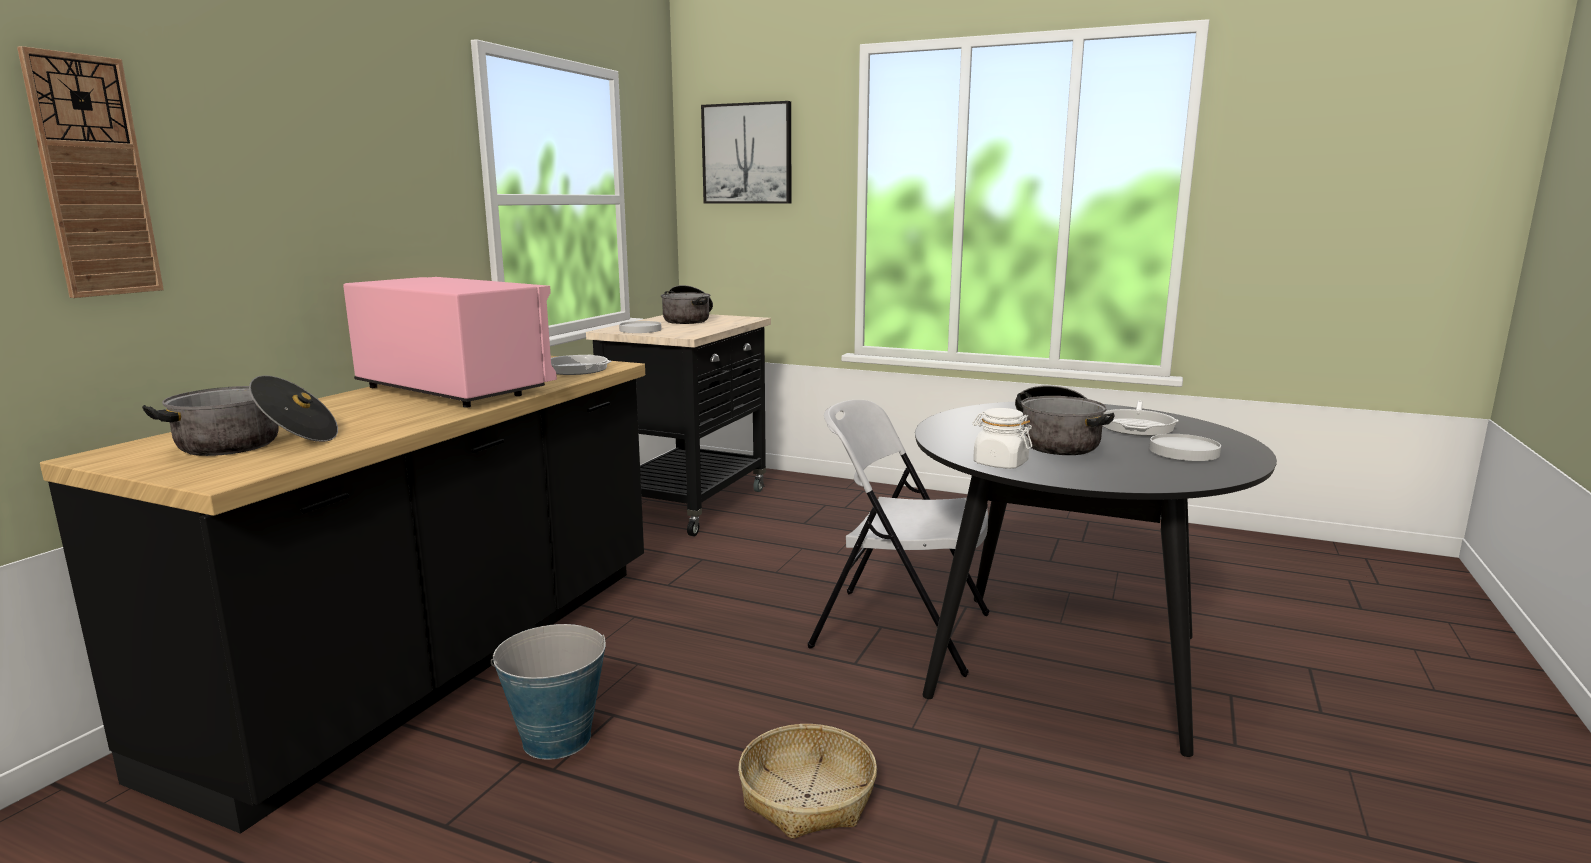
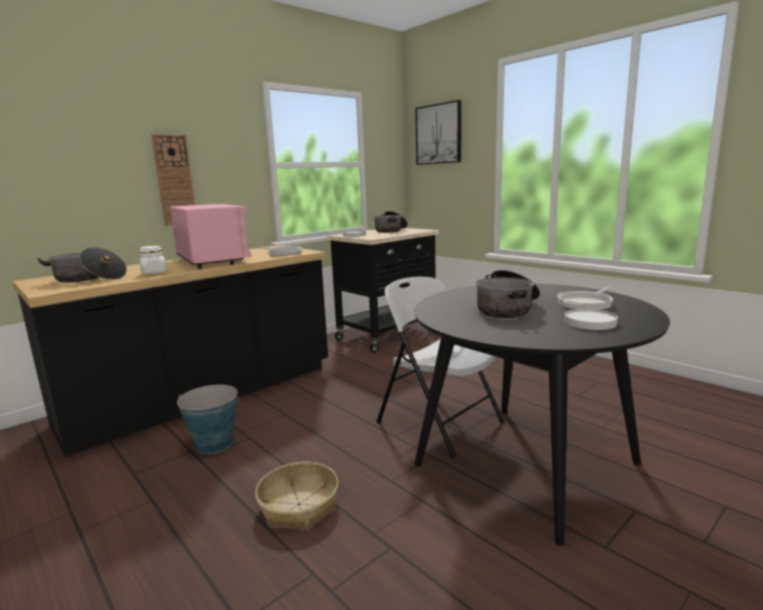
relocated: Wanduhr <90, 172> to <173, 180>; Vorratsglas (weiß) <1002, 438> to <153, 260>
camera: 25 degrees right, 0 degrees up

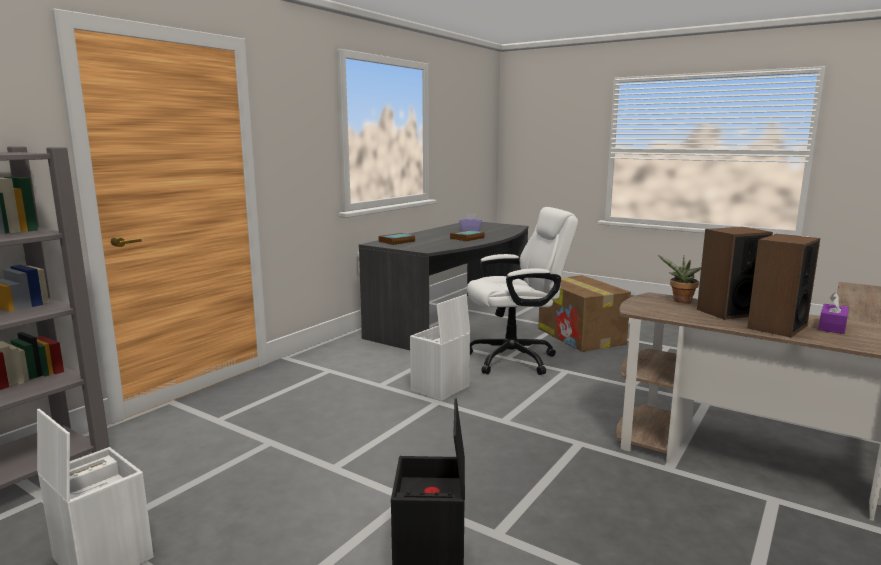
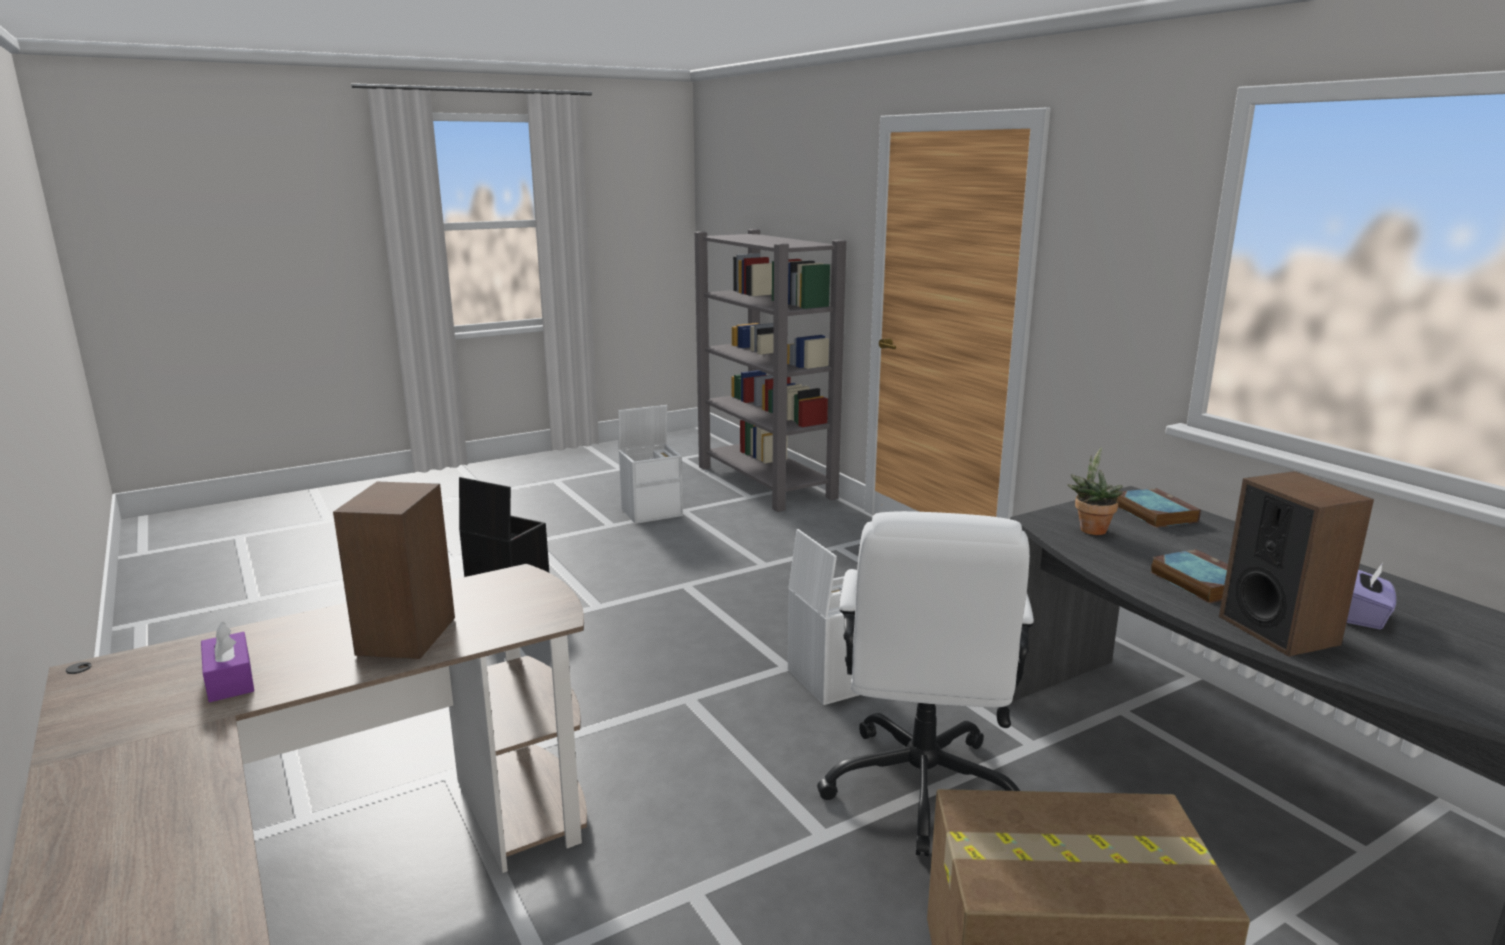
relocated: Topfpflanze <679, 279> to <1095, 491>; Lautsprecher <783, 286> to <1296, 564>
camera: 115 degrees right, 5 degrees up

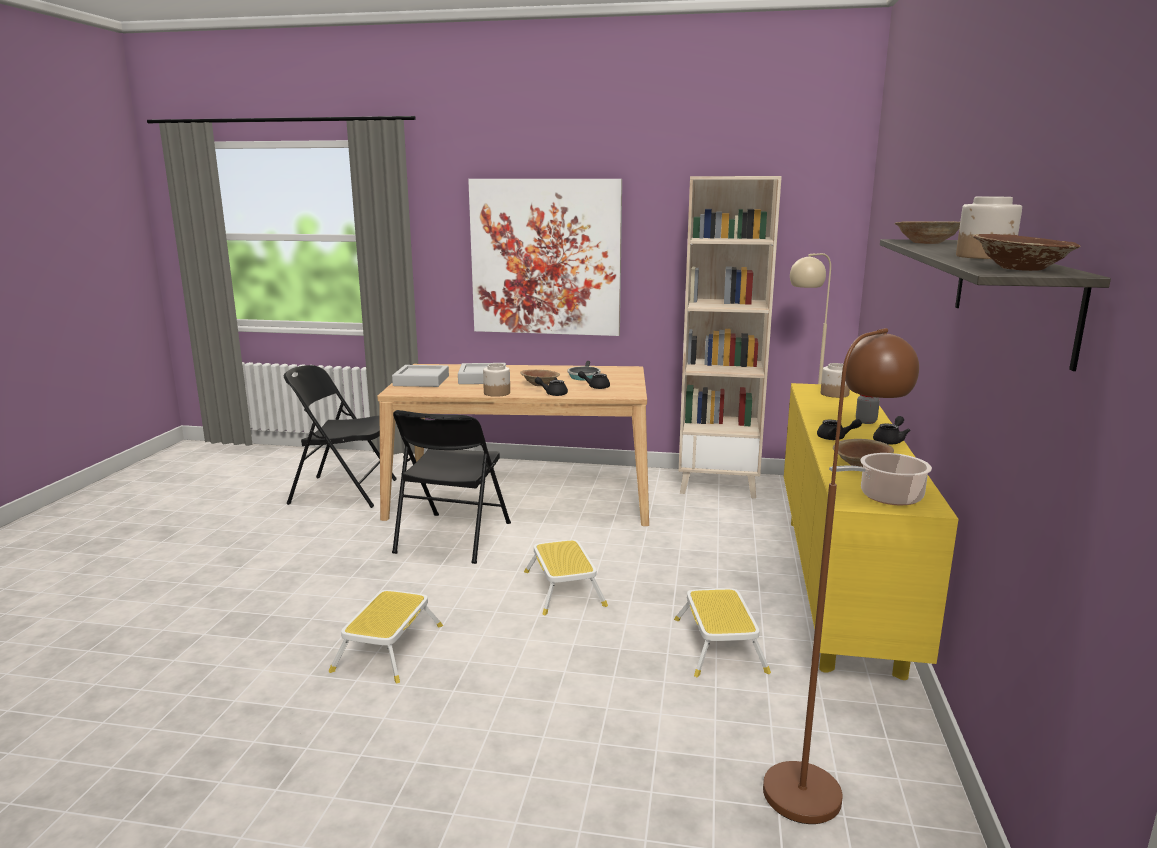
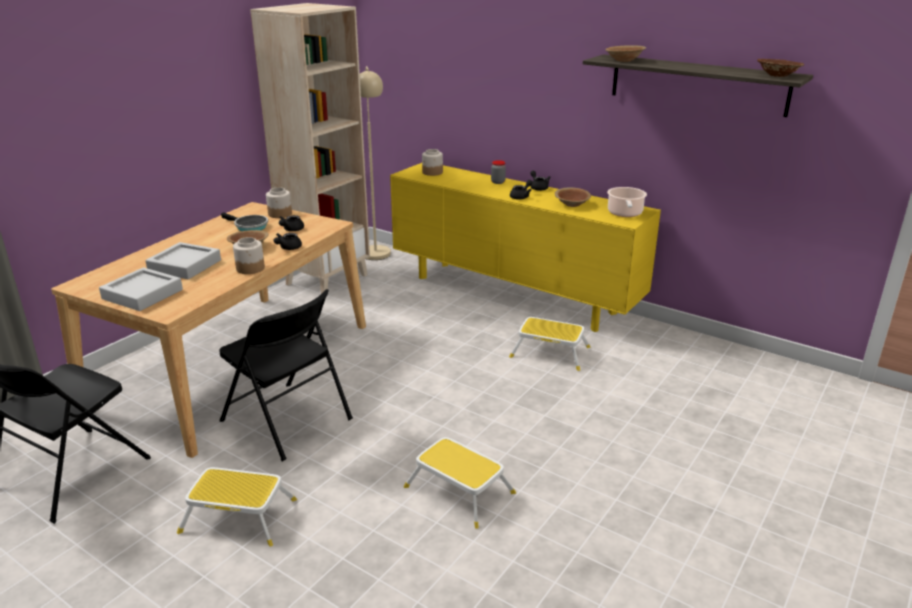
missing: Bild <545, 257>; Stehlampe (braun) <841, 576>
relocated: Trittleiter (gelb) <566, 577> to <237, 507>; Vorratsglas <989, 227> to <279, 202>
camera: 65 degrees left, 10 degrees up

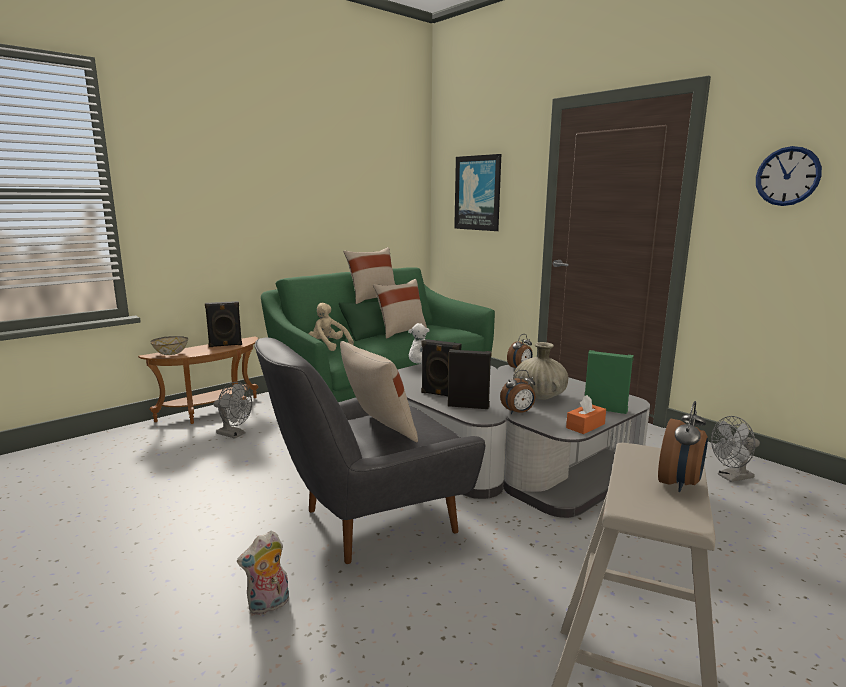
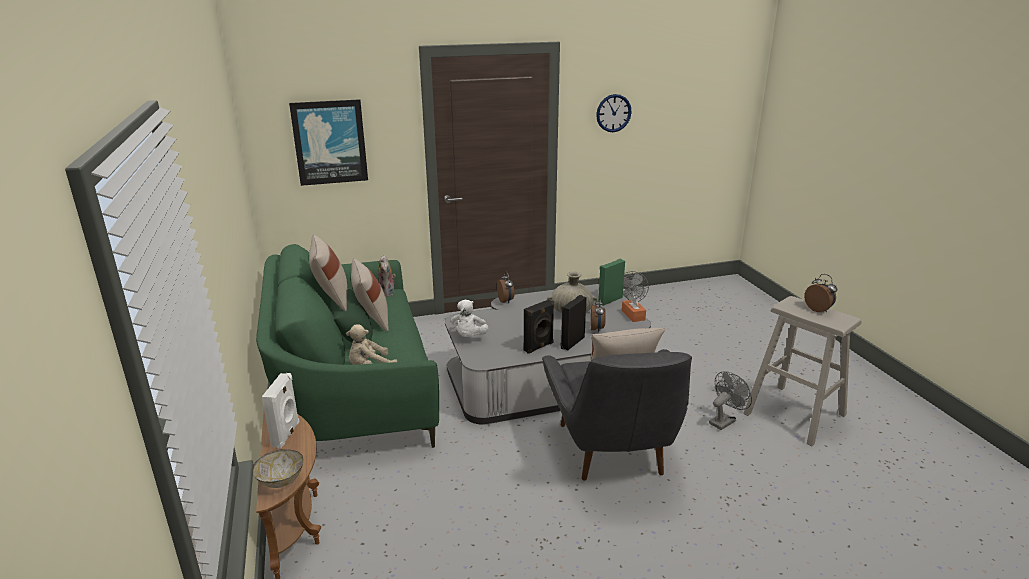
relocated: Ventilator (grau) <233, 410> to <730, 400>; Plüschtier <263, 573> to <387, 276>
colour: Lautsprecher (schwarz) <223, 324> to Lautsprecher (weiß) <281, 410>
camera: 65 degrees left, 10 degrees up

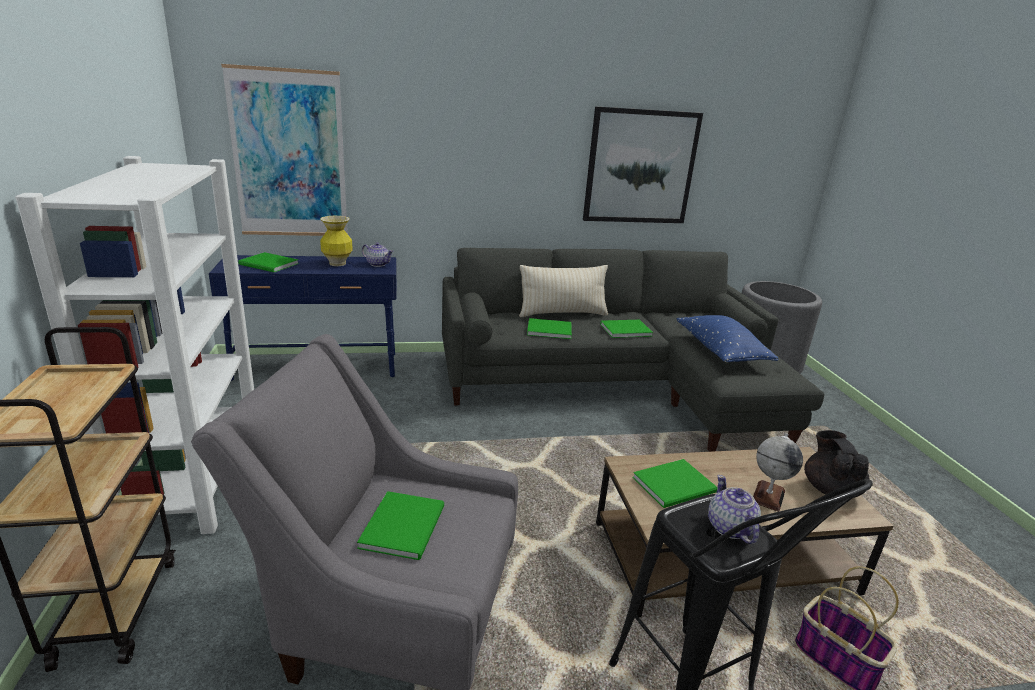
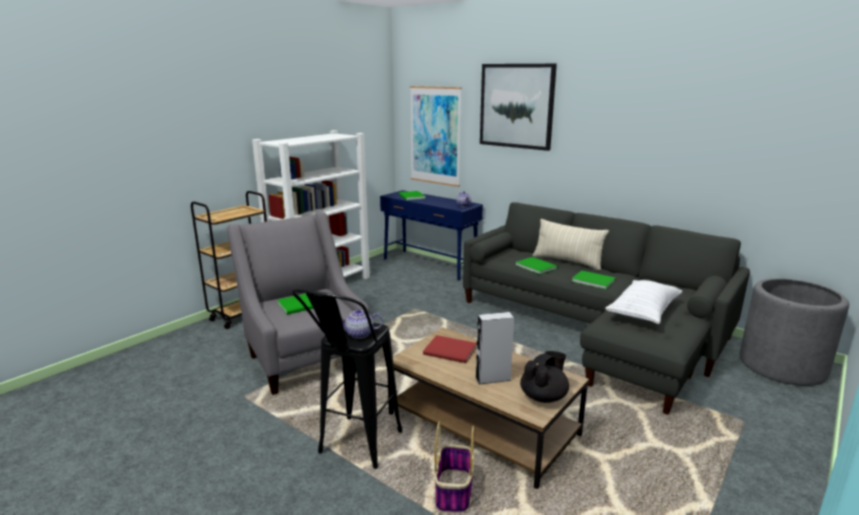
missing: Vase <336, 241>
relocated: Bild <643, 164> to <518, 107>
exchanged: Globus <778, 472> to Lautsprecher (grau) <494, 348>
colour: Buch (grün) <675, 483> to Buch (rot) <450, 349>; Kissen (blau) <728, 338> to Kissen (weiß) <643, 302>
spun: Teekanne <734, 509> = <362, 324> 135 degrees counterclockwise
camera: 50 degrees right, 5 degrees down

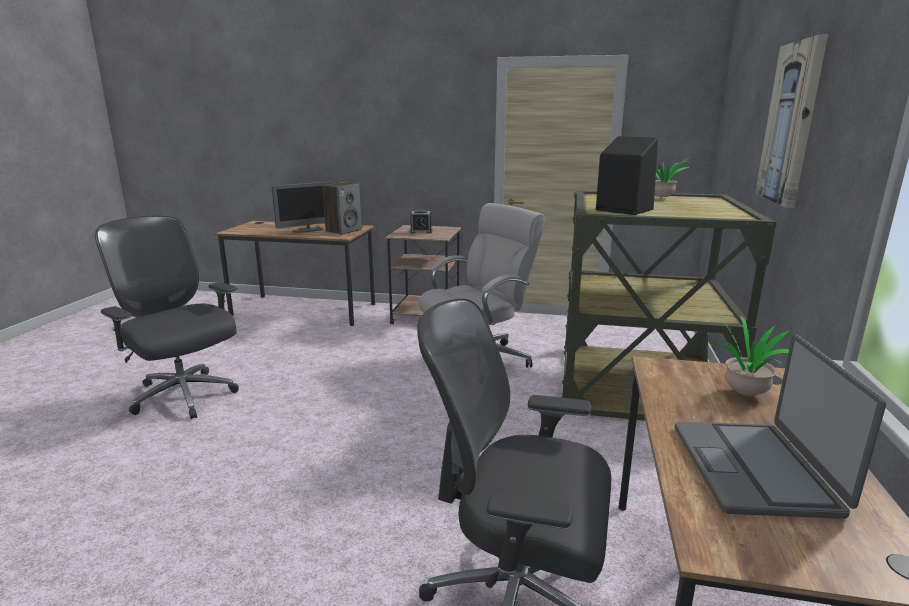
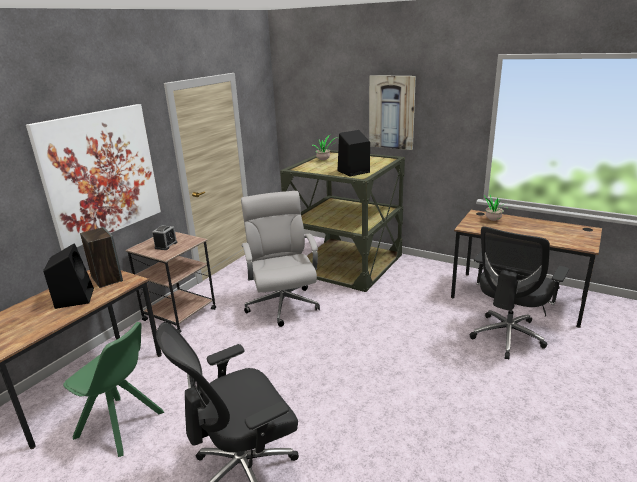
missing: Laptop <780, 426>
appeared: Bild <93, 177>; Stuhl (grün) <113, 389>
exchanged: Monitor <303, 207> to Lautsprecher (schwarz) <68, 276>
camera: 70 degrees left, 5 degrees up

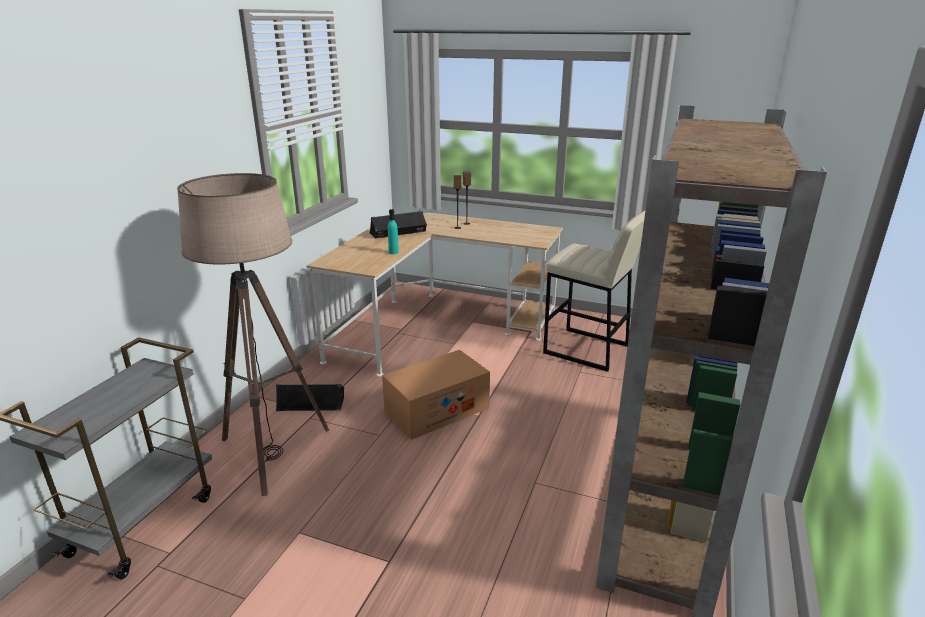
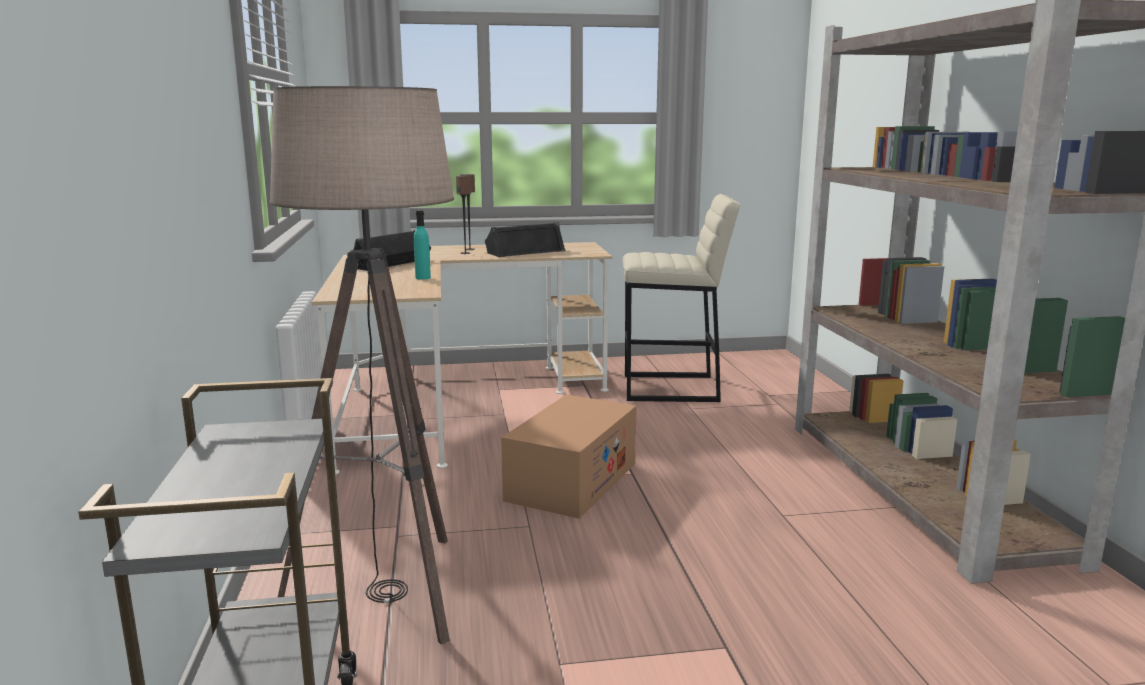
relocated: Lautsprecher (schwarz) <310, 397> to <525, 239>
camera: 30 degrees left, 10 degrees down

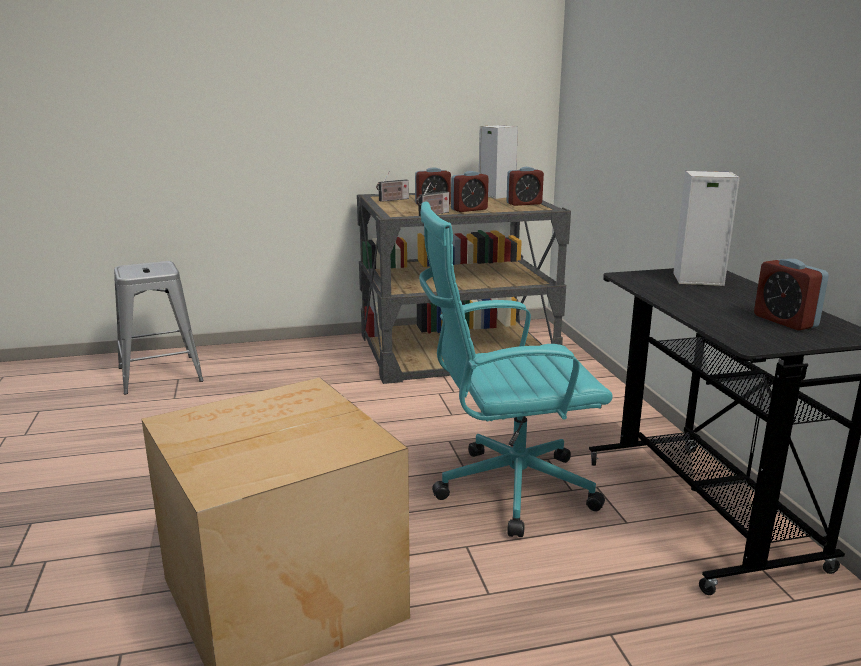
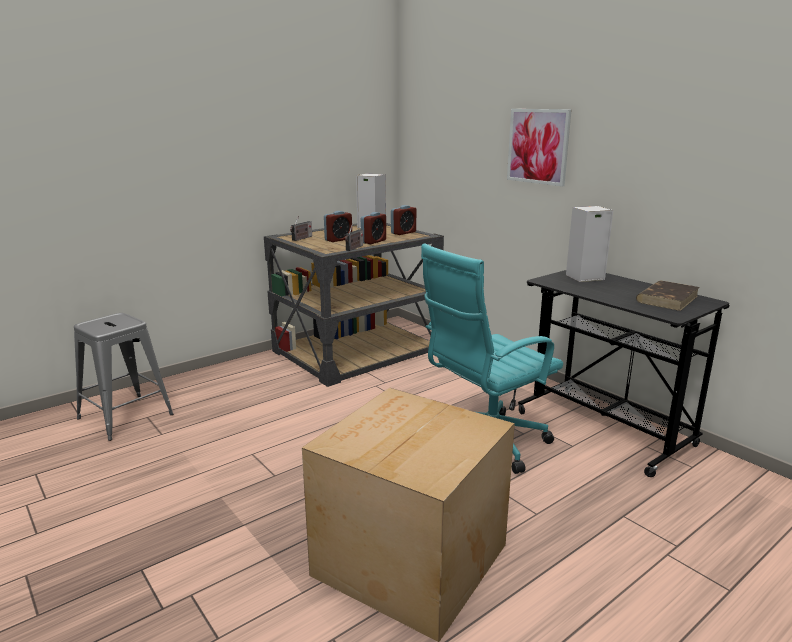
appeared: Bild <539, 147>
exchanged: Wecker <791, 294> to Buch (braun) <668, 296>
camera: 25 degrees left, 0 degrees up

